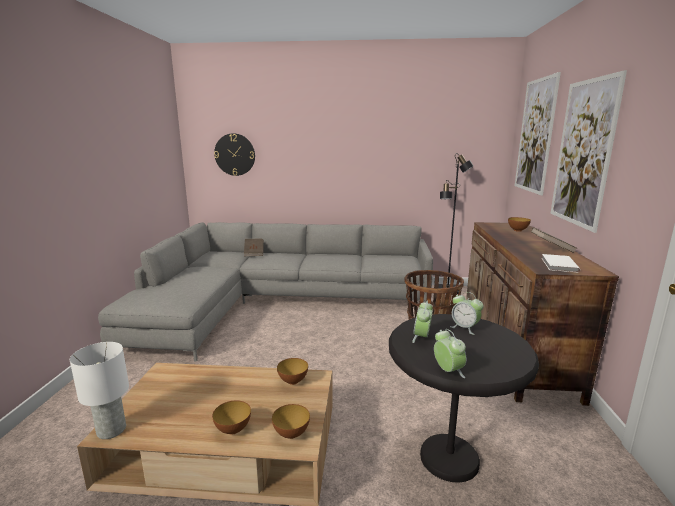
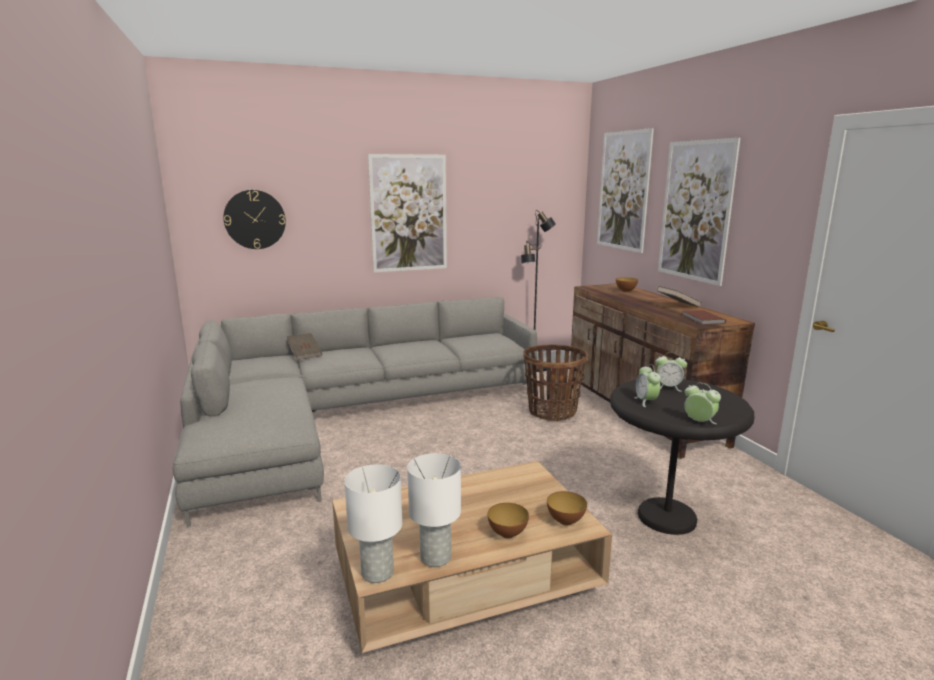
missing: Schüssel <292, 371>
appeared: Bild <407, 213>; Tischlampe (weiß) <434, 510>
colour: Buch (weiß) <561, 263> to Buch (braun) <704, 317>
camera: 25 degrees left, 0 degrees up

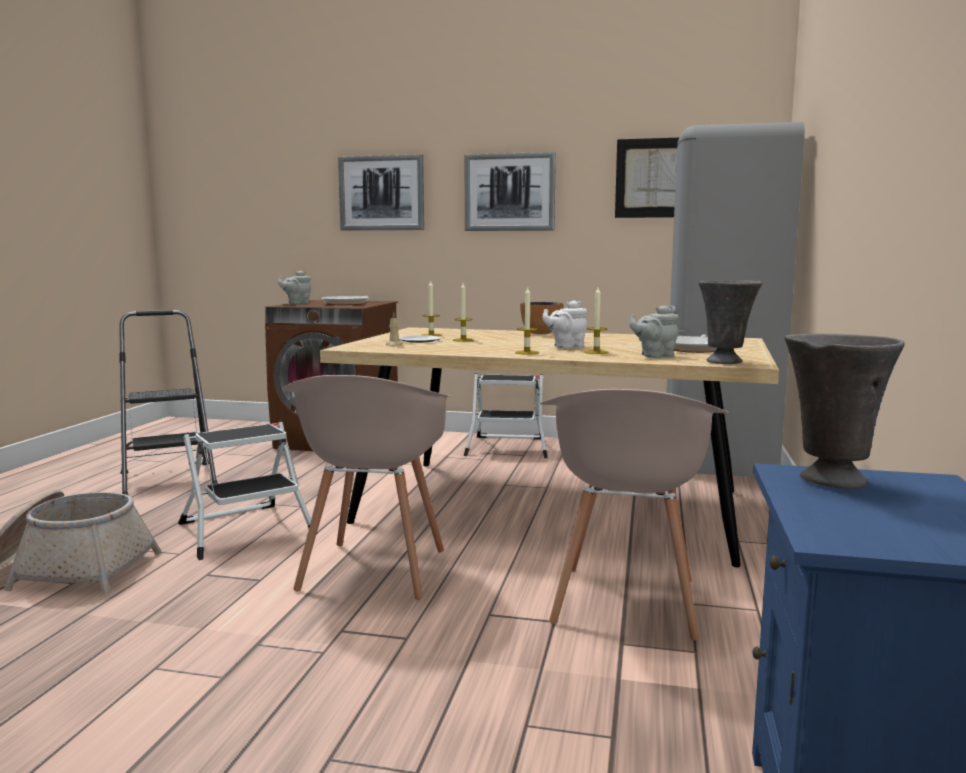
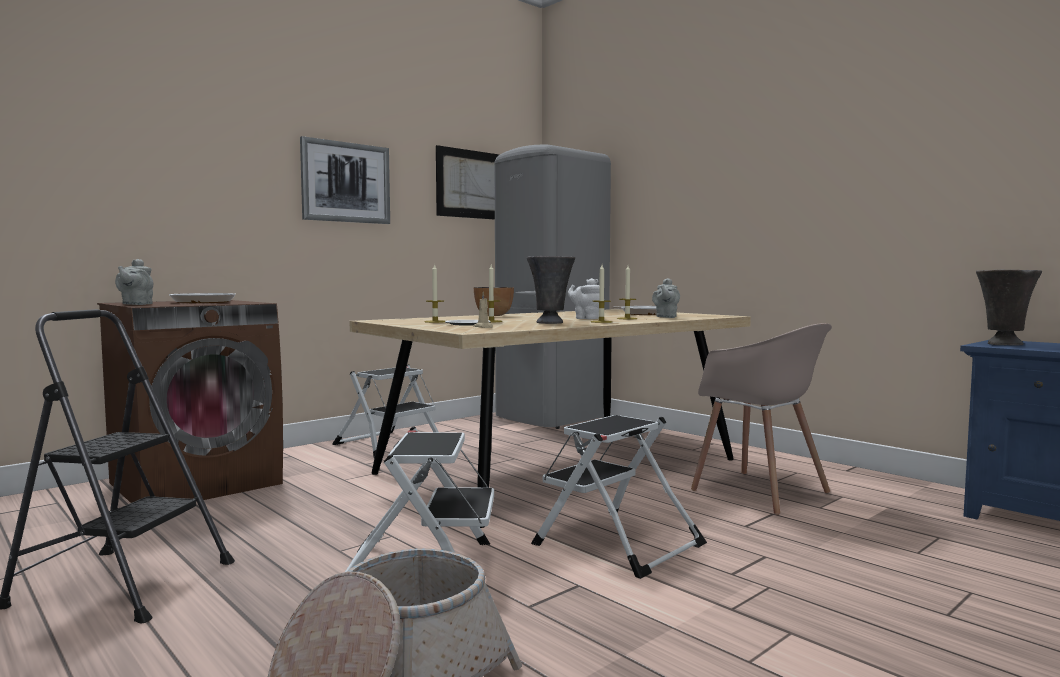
missing: Bild <381, 192>
relocated: Vase (grau) <730, 322> to <551, 290>
exchanged: Stuhl (beige) <367, 487> to Trittleiter <619, 497>
spun: Teekanne (weiß) <565, 324> = <584, 298> 120 degrees clockwise
camera: 55 degrees left, 5 degrees down

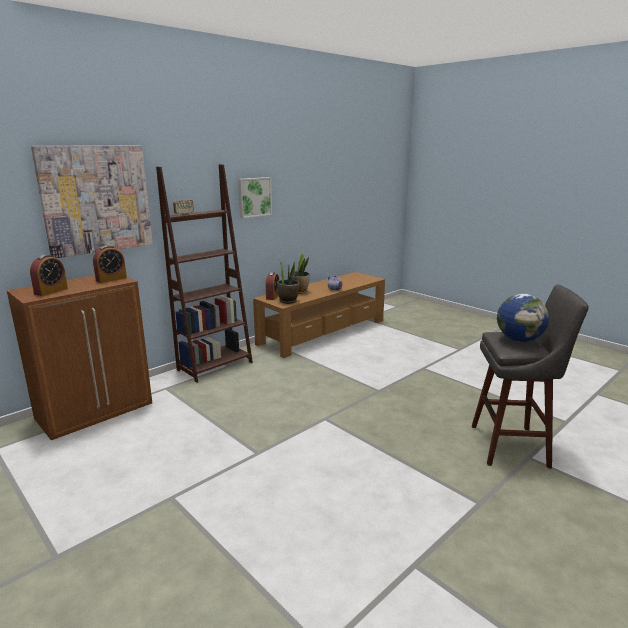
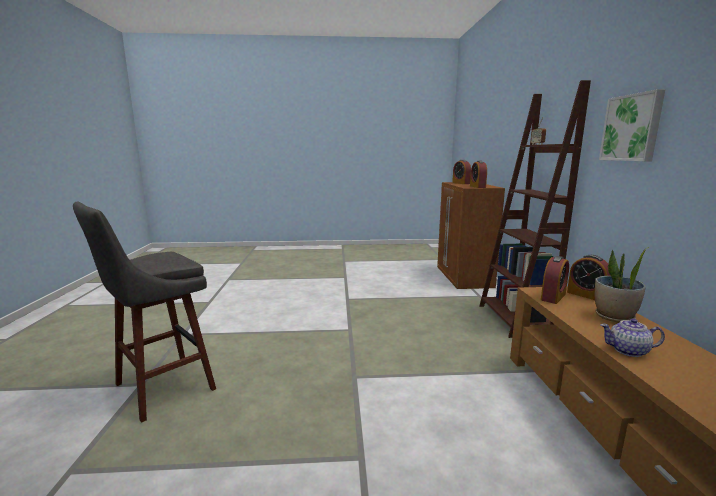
missing: Bild <92, 201>; Globus <523, 318>
exchanged: Topfpflanze <288, 282> to Wecker <555, 280>
camera: 130 degrees right, 5 degrees down

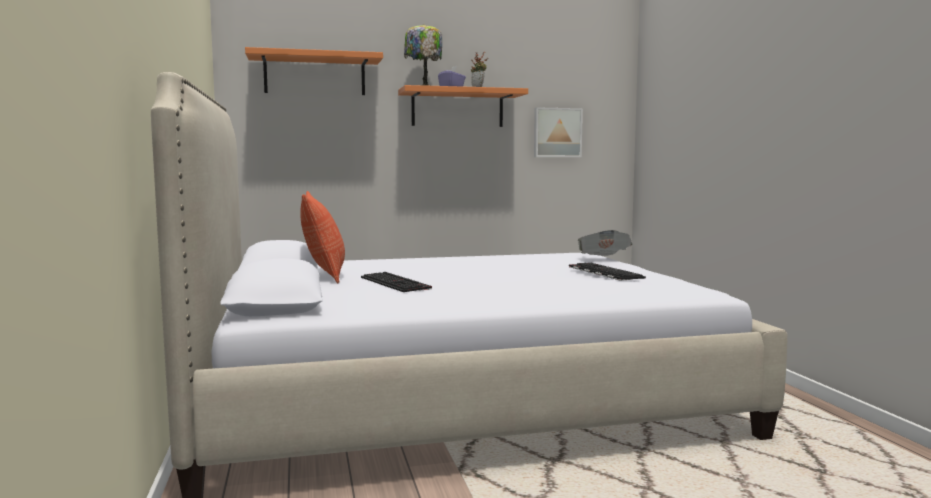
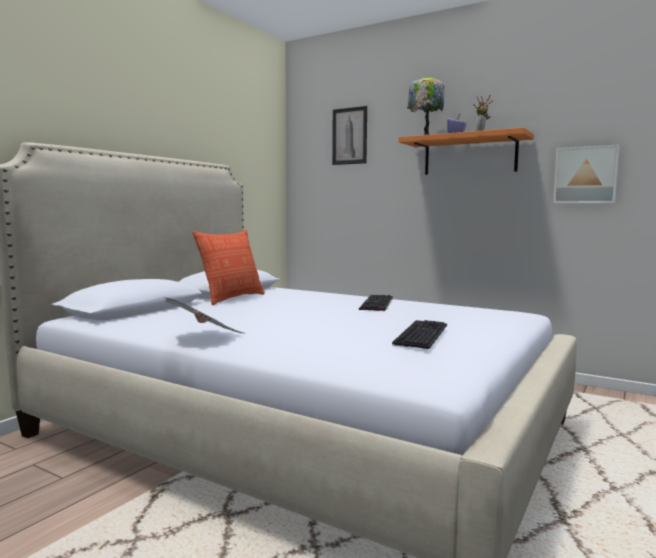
relocated: Tastatur <396, 282> to <376, 303>; Zeitung <605, 243> to <204, 315>
exchanged: Wandregal (orange) <314, 71> to Bild <349, 135>
camera: 45 degrees right, 0 degrees up

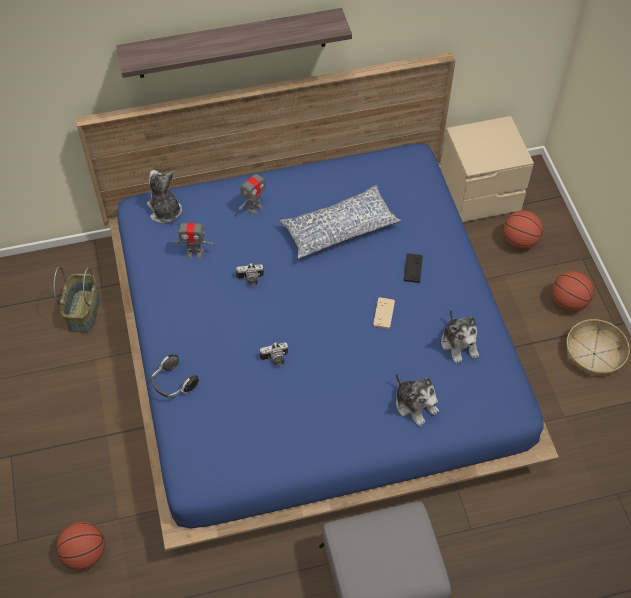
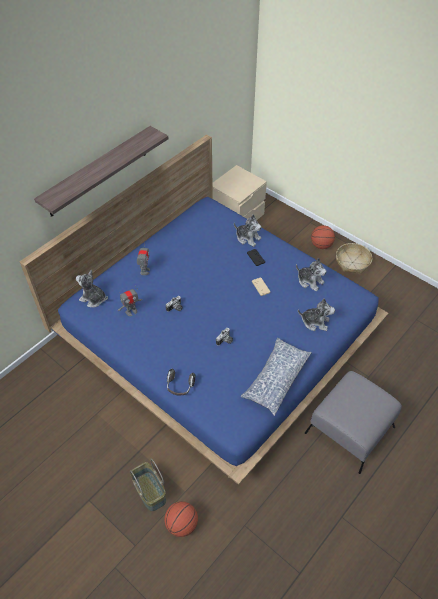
missing: Basketball <523, 229>
appeared: Plüschtier <247, 230>
relocated: Korb <76, 299> to <148, 485>; Kissen <340, 222> to <276, 377>
camera: 35 degrees left, 5 degrees down

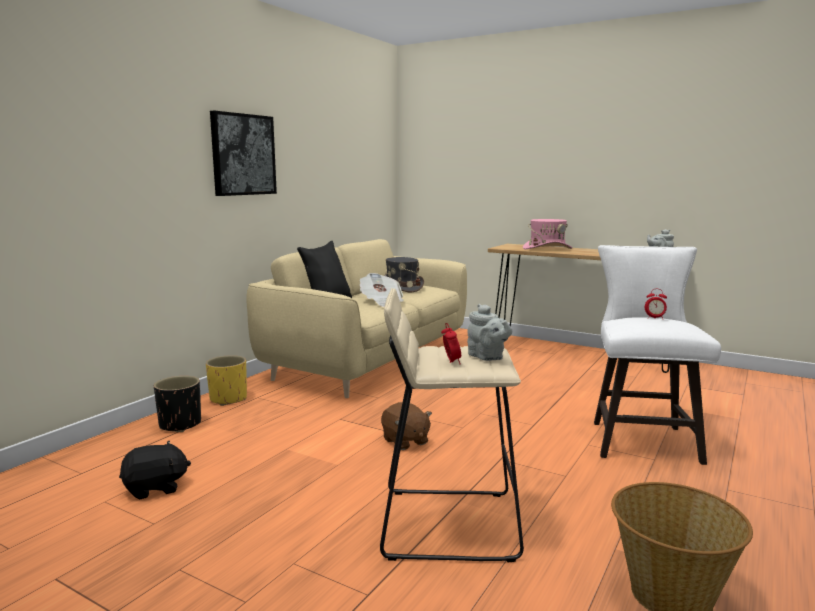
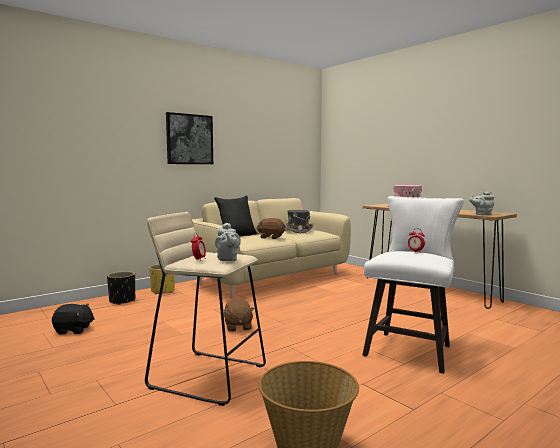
exchanged: Zeitung <382, 290> to Plüschtier (braun) <271, 228>
camera: 20 degrees right, 5 degrees down

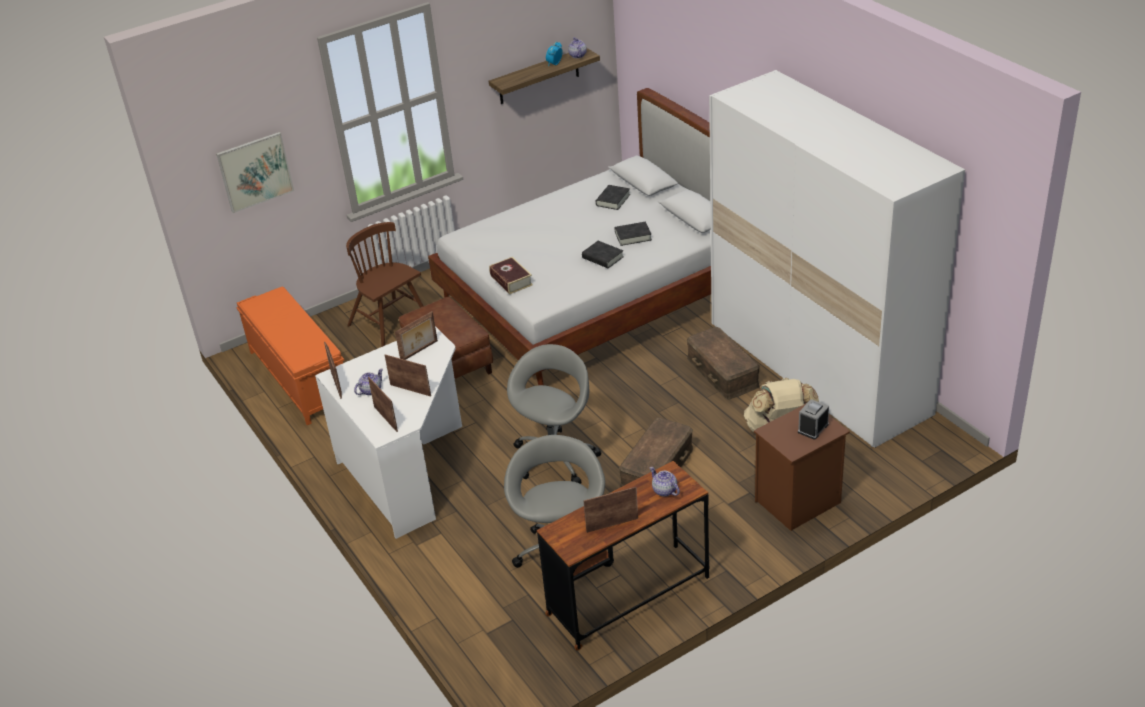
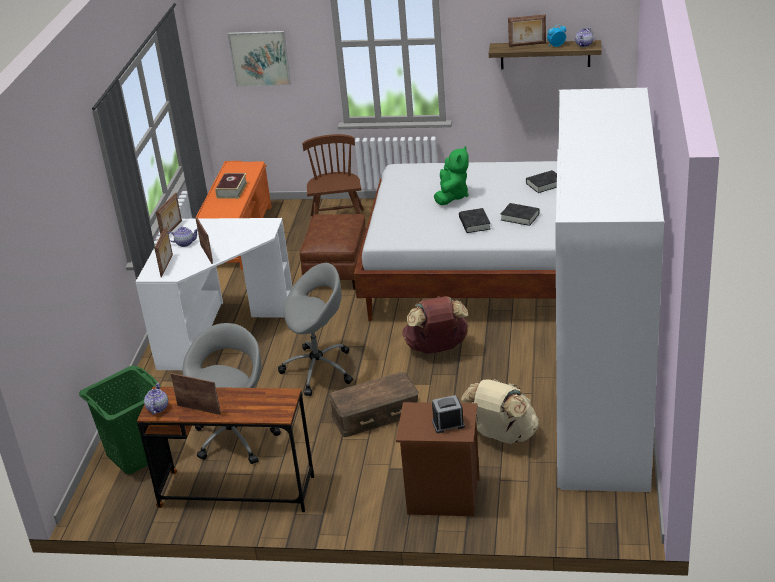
missing: Aufbewahrungsbox (braun) <723, 363>
appeared: Wäschekorb (grün) <120, 420>; Rucksack (braun) <435, 325>; Plüschtier (grün) <451, 175>
relocated: Bilderrahmen <416, 335> to <527, 30>; Buch <511, 275> to <231, 186>; Teekanne <665, 482> to <156, 399>
camera: 40 degrees right, 5 degrees down

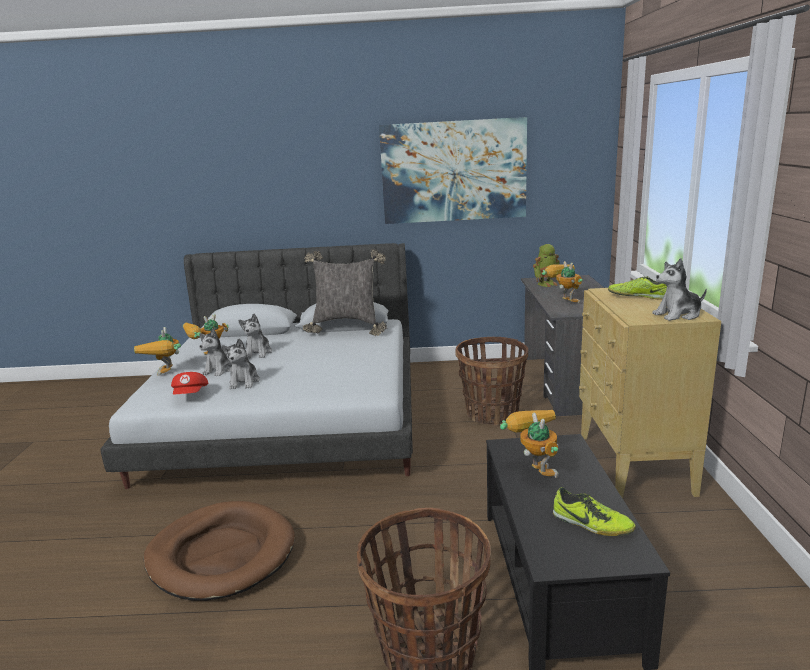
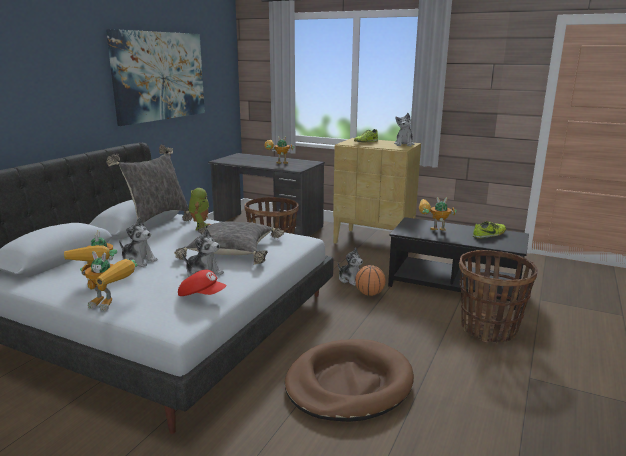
appeared: Kissen <229, 243>; Basketball <370, 280>
relocated: Plüschtier <215, 352> to <350, 267>; Spielzeugroboter <546, 265> to <200, 209>
camera: 65 degrees left, 0 degrees up

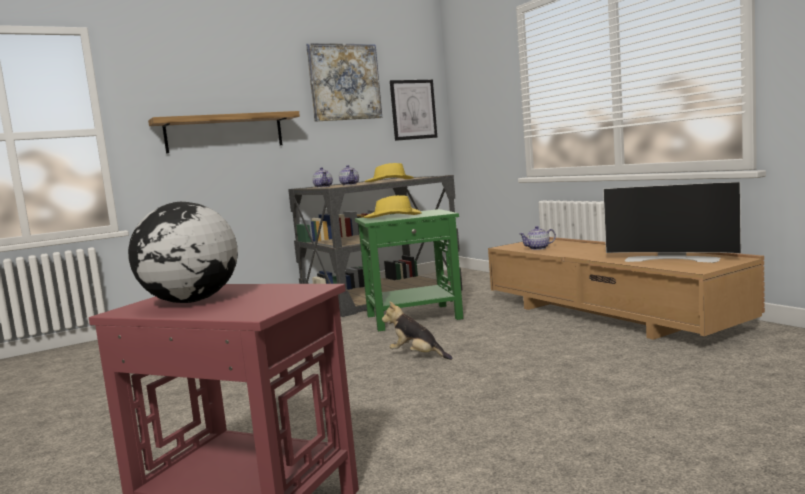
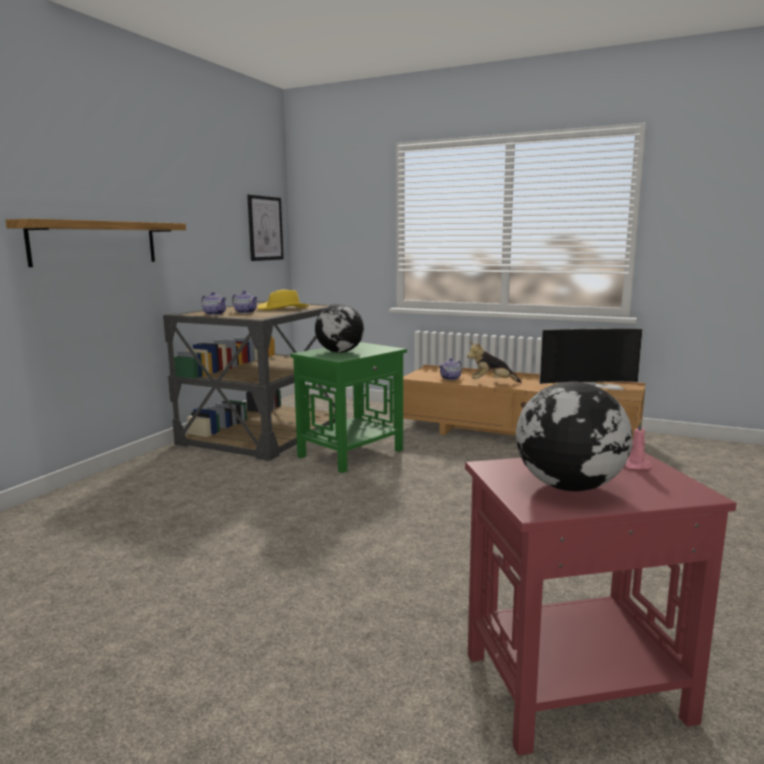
missing: Bild <344, 82>
appeared: Kerze (rosa) <638, 445>
relocated: Plüschtier <417, 330> to <494, 362>
exchanged: Hut (gelb) <393, 206> to Globus <339, 328>
camera: 35 degrees left, 5 degrees up

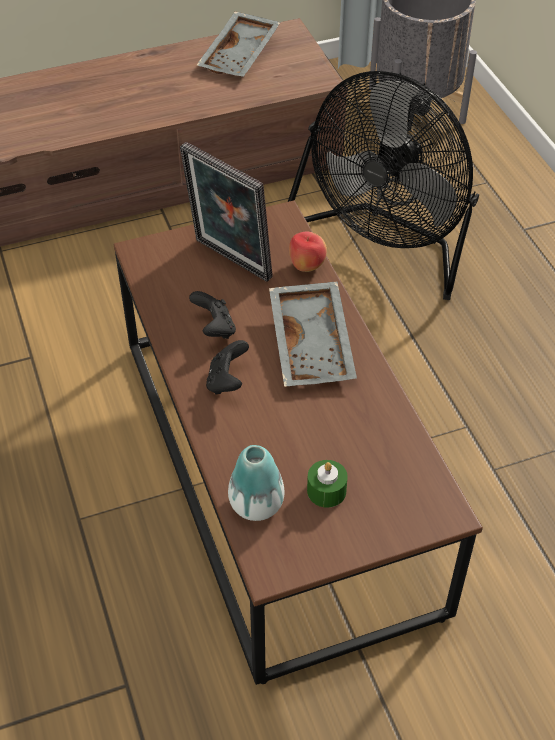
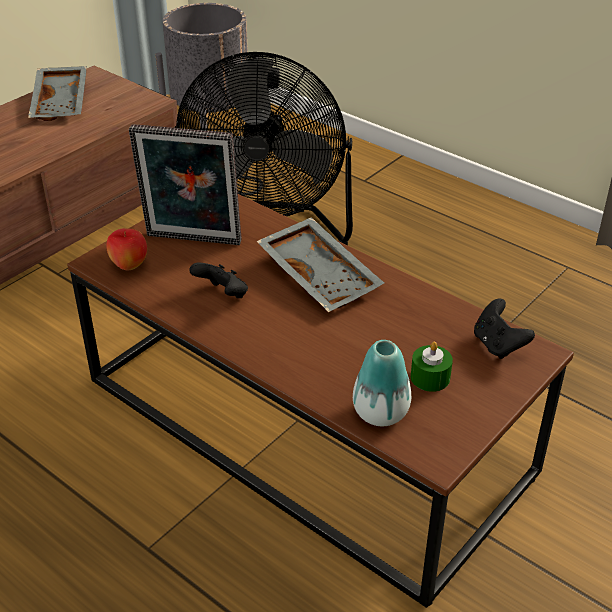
relocated: Gamepad (schwarz) <227, 367> to <504, 329>; Apfel <308, 252> to <126, 249>
camera: 30 degrees left, 10 degrees down

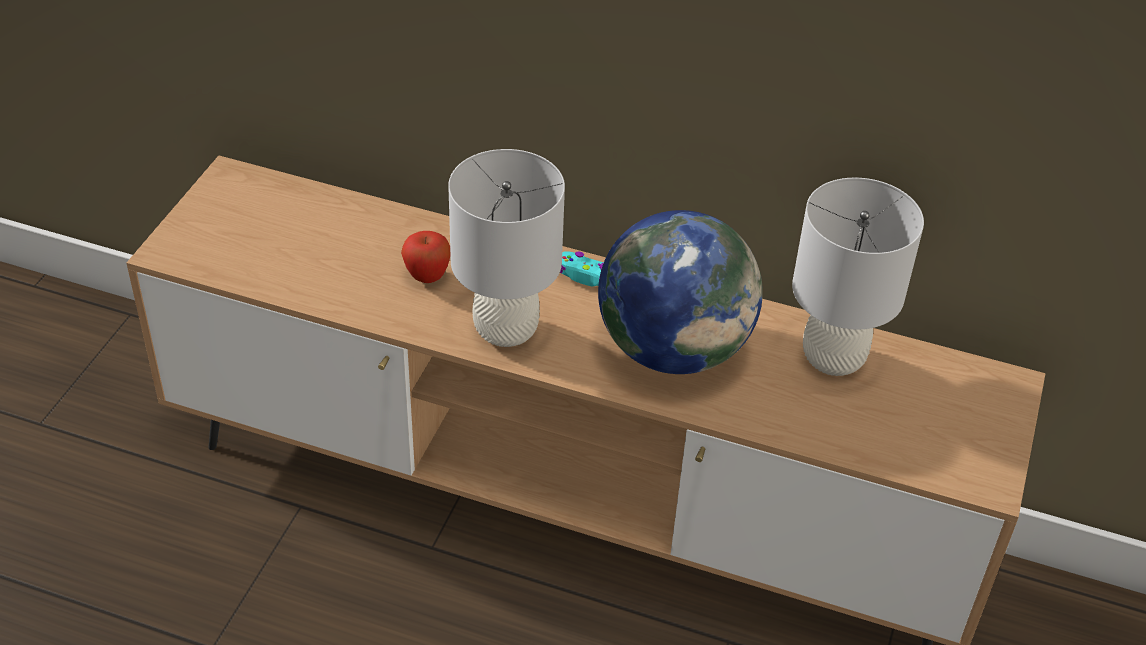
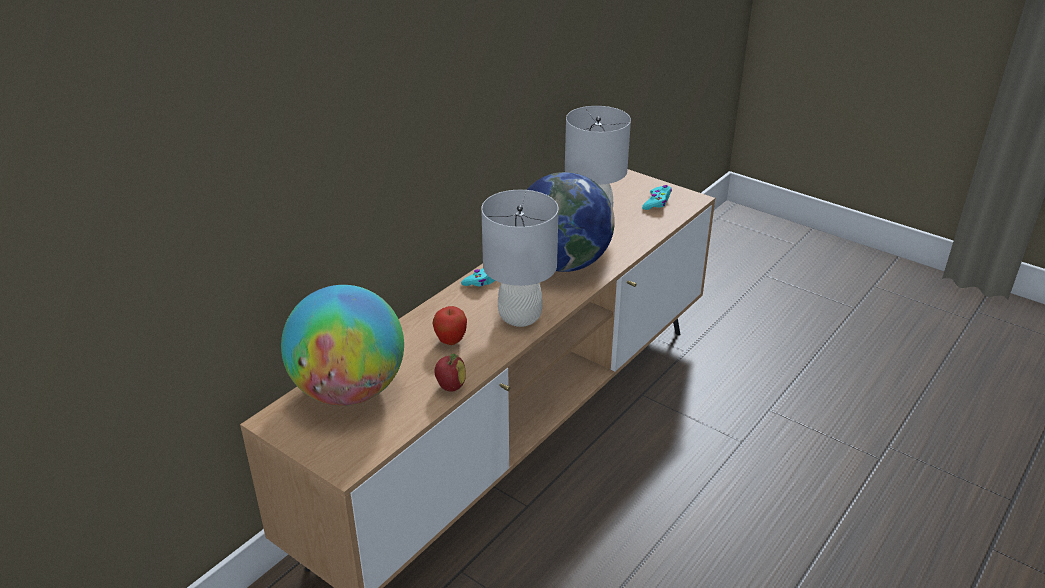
appeared: Globus <342, 345>; Apfel <450, 373>; Gamepad (türkis) <657, 197>
camera: 70 degrees left, 10 degrees down

